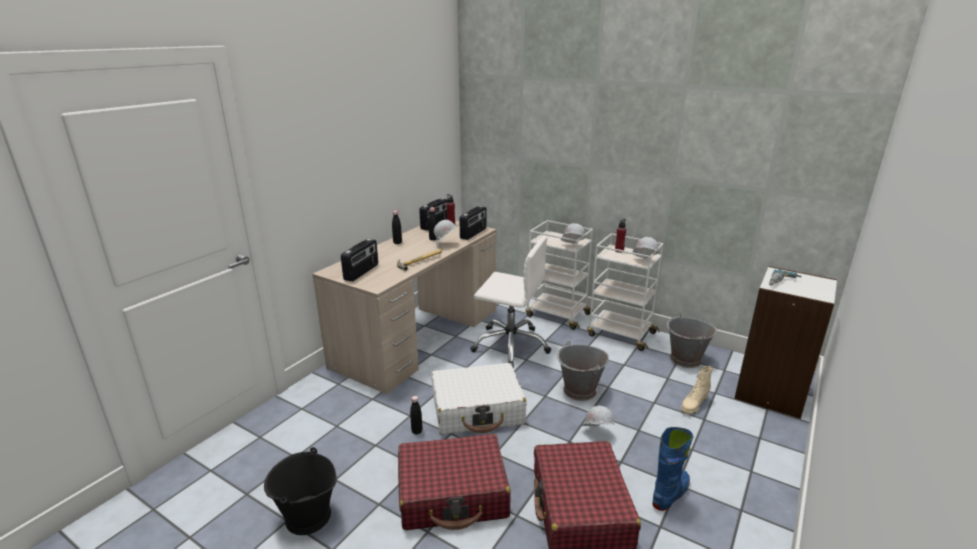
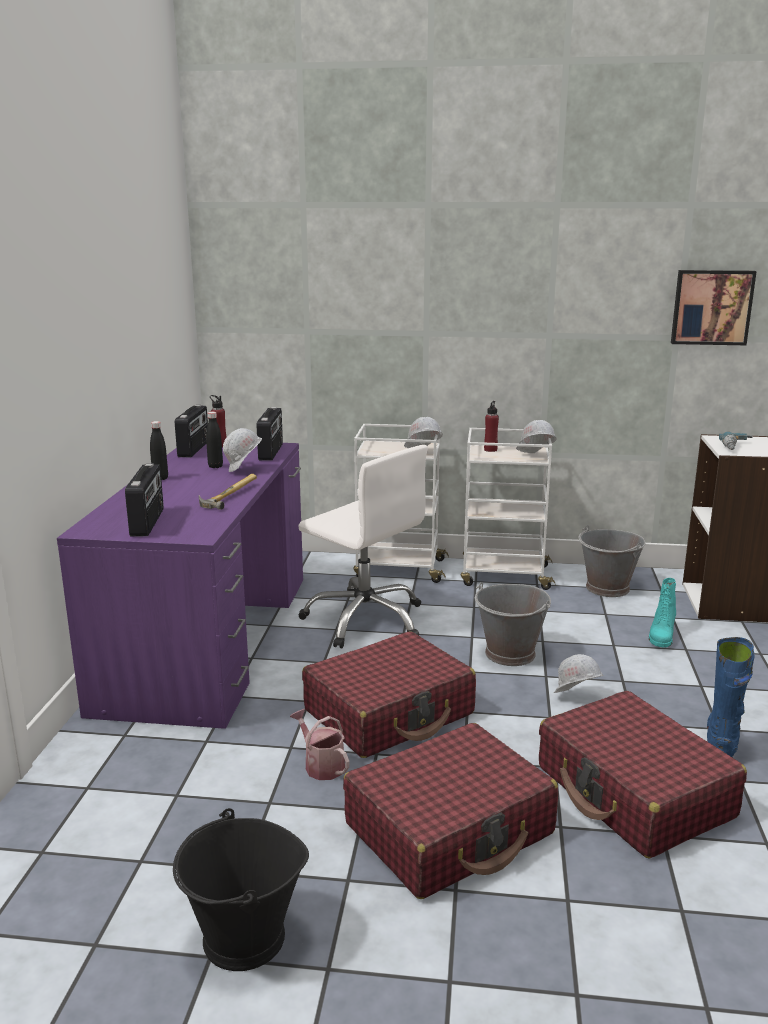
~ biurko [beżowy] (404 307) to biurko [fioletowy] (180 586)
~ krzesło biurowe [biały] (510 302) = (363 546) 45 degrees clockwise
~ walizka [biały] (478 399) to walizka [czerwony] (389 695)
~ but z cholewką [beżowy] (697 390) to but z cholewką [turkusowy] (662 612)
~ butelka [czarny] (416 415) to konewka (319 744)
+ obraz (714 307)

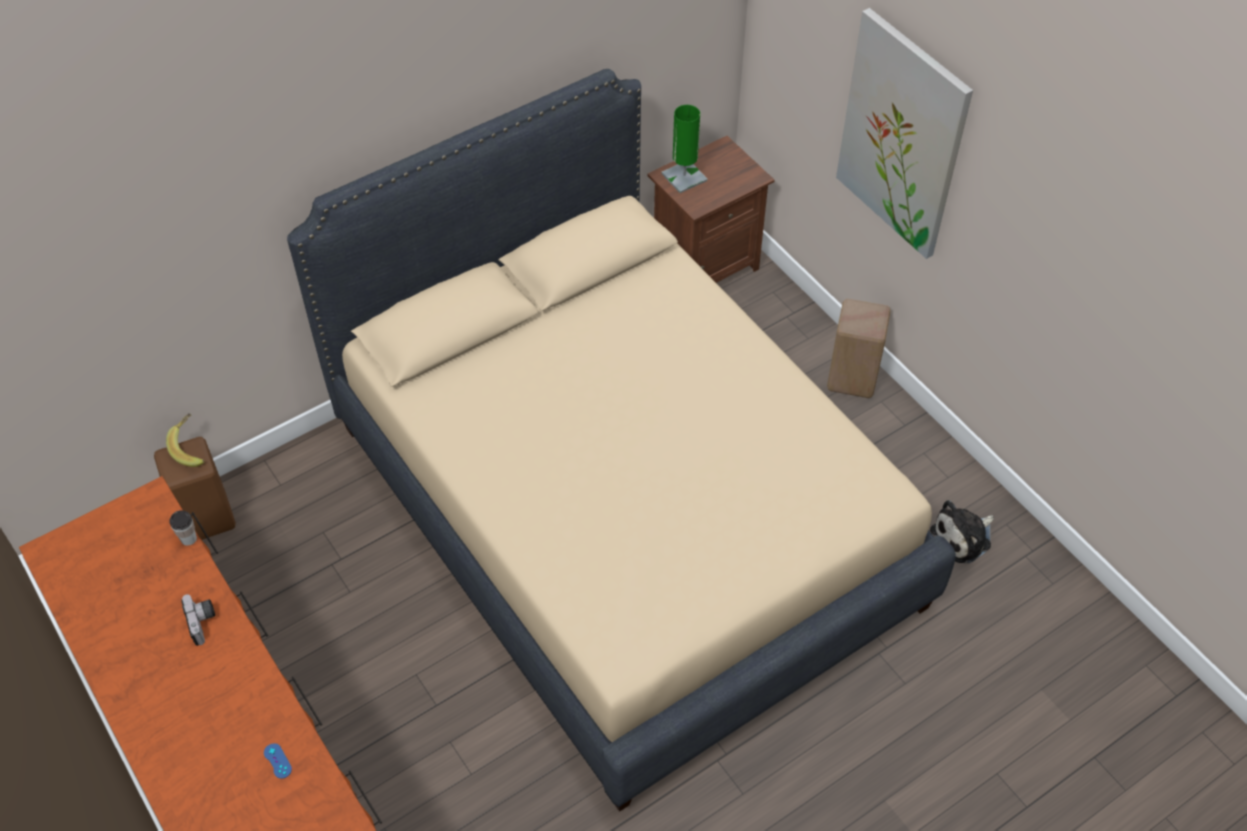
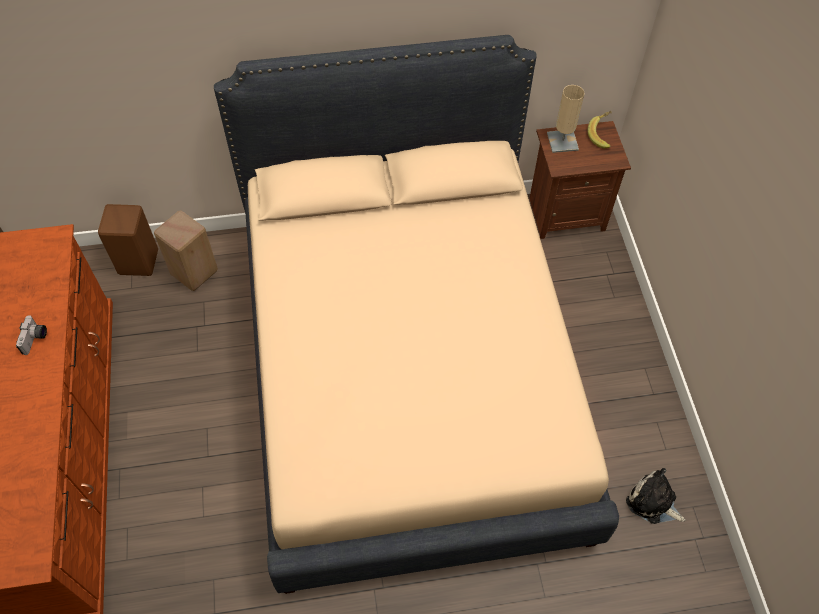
- obraz (904 133)
~ lampa stołowa [zielony] (684 149) to lampa stołowa [beżowy] (565 119)
~ stołek [beżowy] (859 348) to (186 250)
~ banan (185 440) to (599 130)
~ pluszak (962 531) = (655 496) 45 degrees clockwise
- filiżanka (183 528)
- pad do gier [niebieski] (278 761)

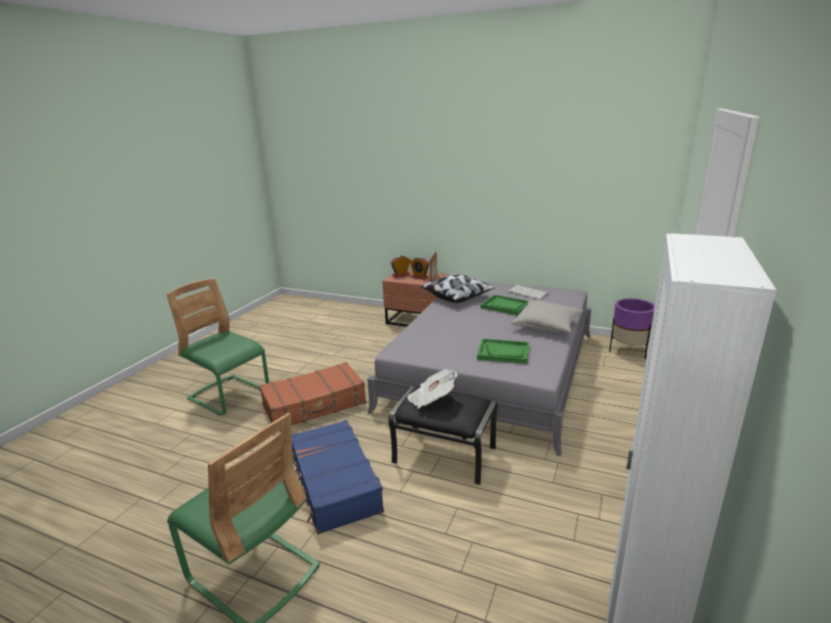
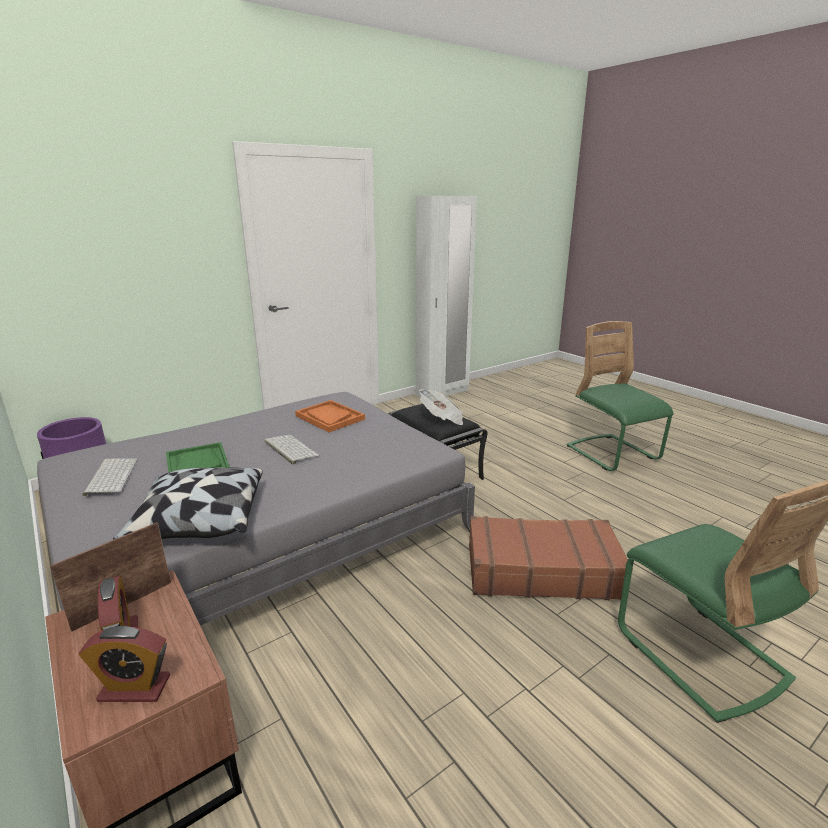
- poduszka [szary] (547 316)
~ taca [zielony] (503 351) to taca [pomarańczowy] (330 416)
- walizka [niebieski] (338 477)
+ klawiatura (291 449)

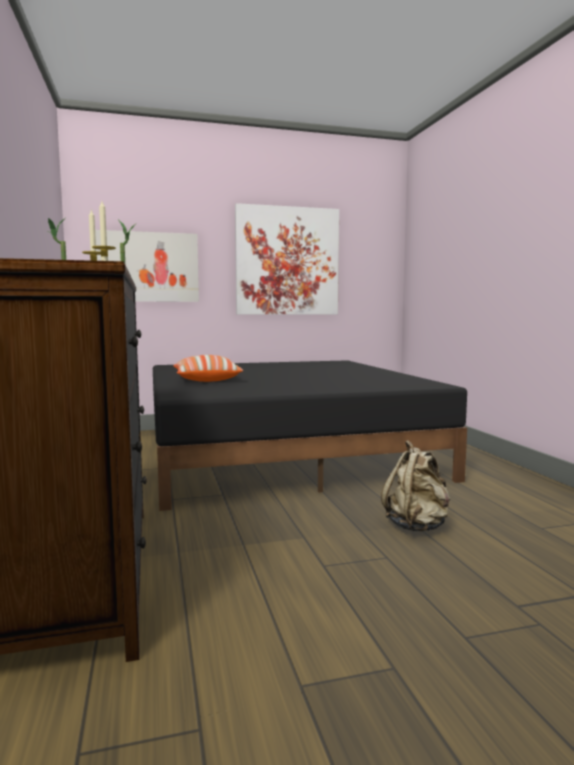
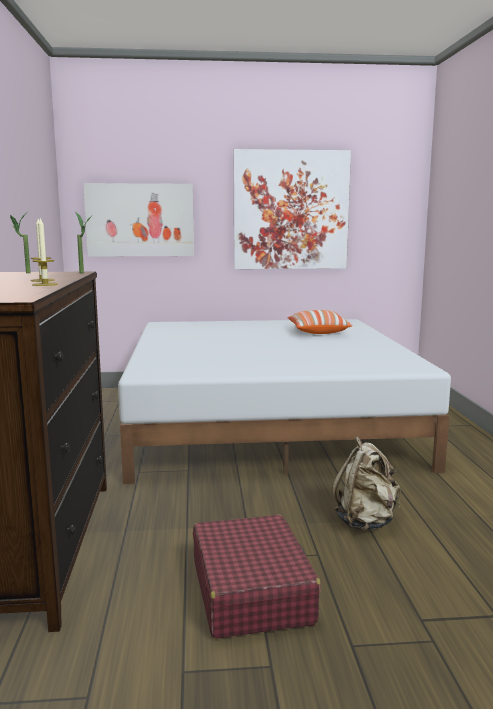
~ poduszka (208 368) to (319 322)
~ łóżko [czarny] (310 435) to łóżko [biały] (284 401)
+ walizka [czerwony] (257 577)

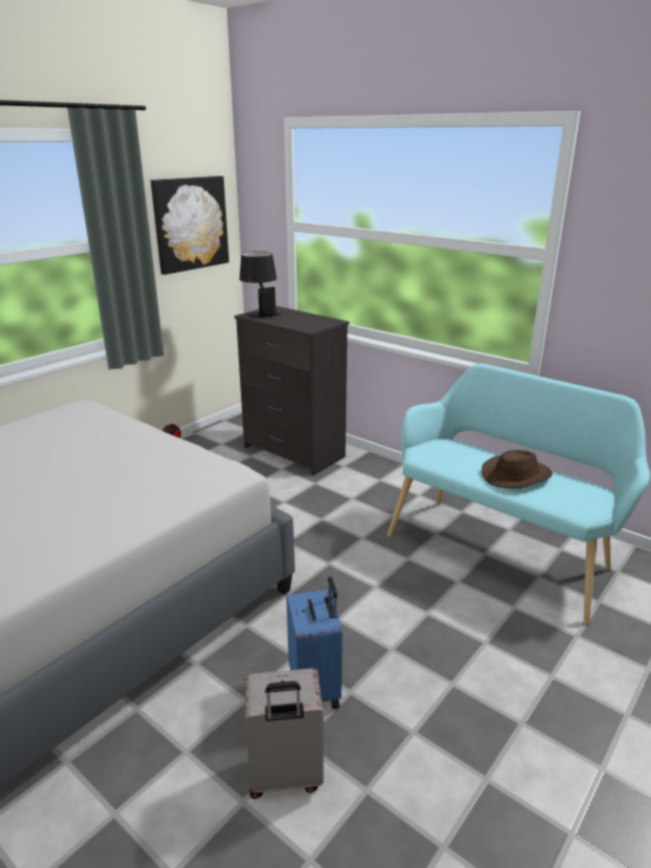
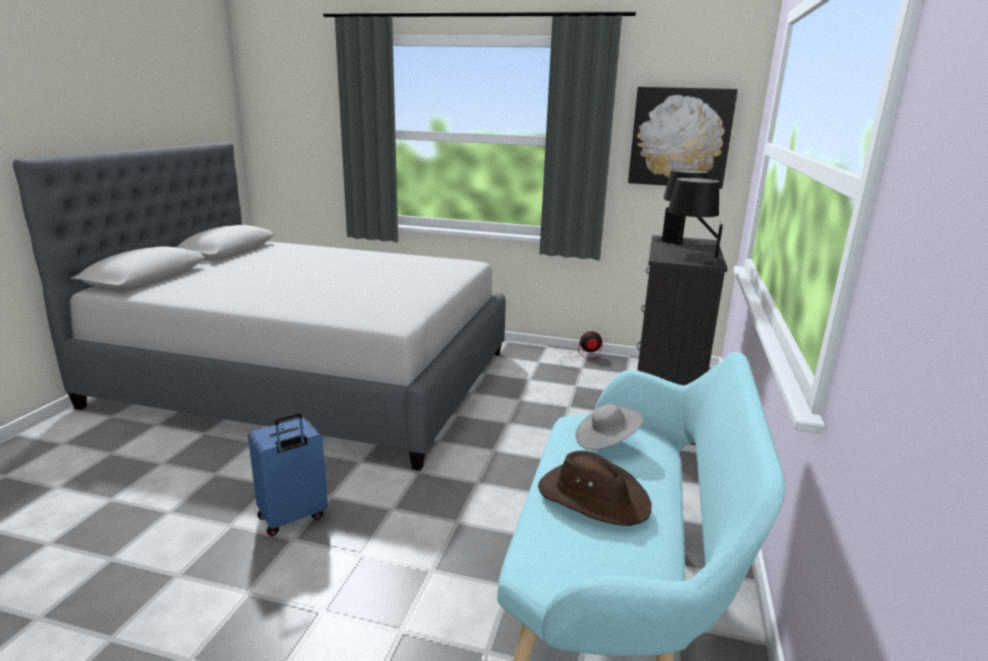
- walizka [szary] (284 733)
+ lampa stołowa [czarny] (695 221)
+ kapelusz [szary] (609 427)

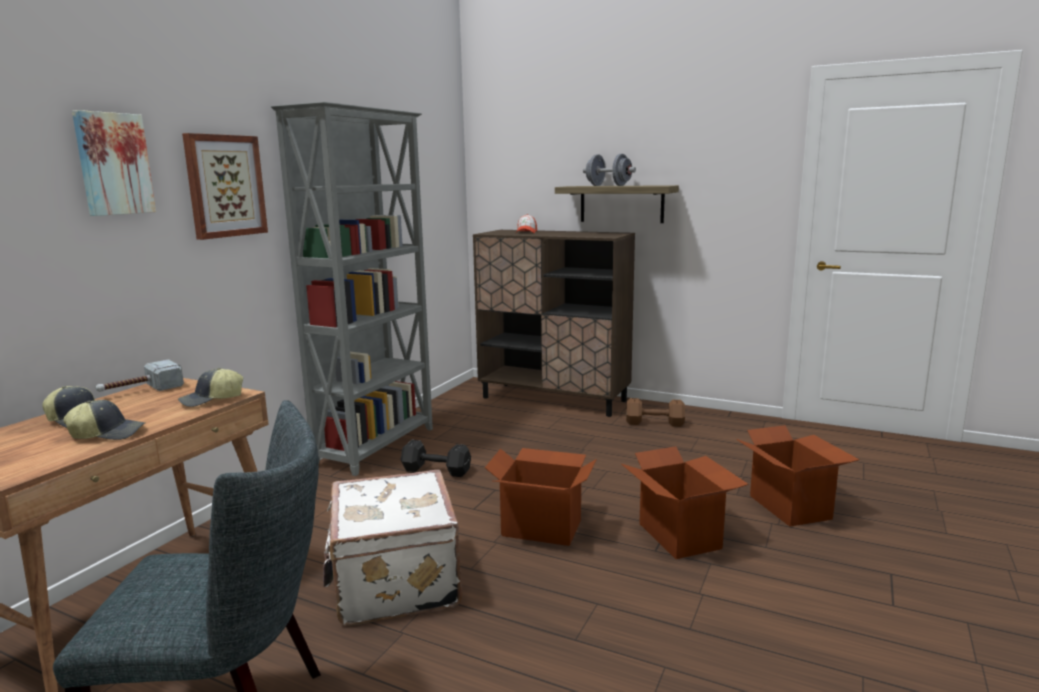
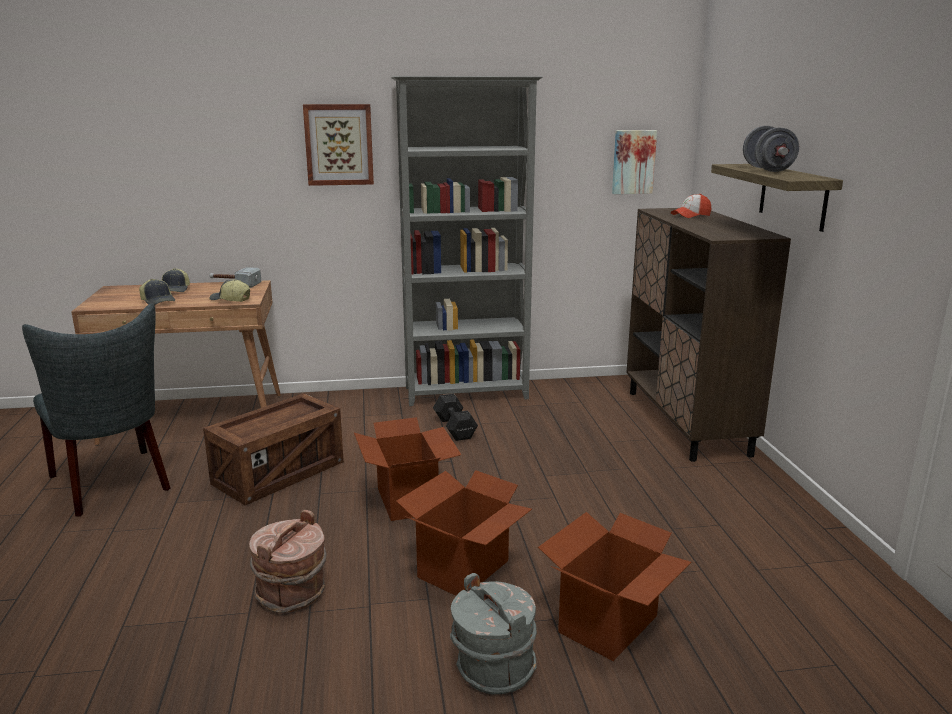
~ obraz (114 163) to (634 162)
- hantel [brązowy] (655 412)
~ walizka [biały] (392 548) to skrzynka (273 449)
+ wiadro [brązowy] (288 561)
+ wiadro [szary] (493 633)

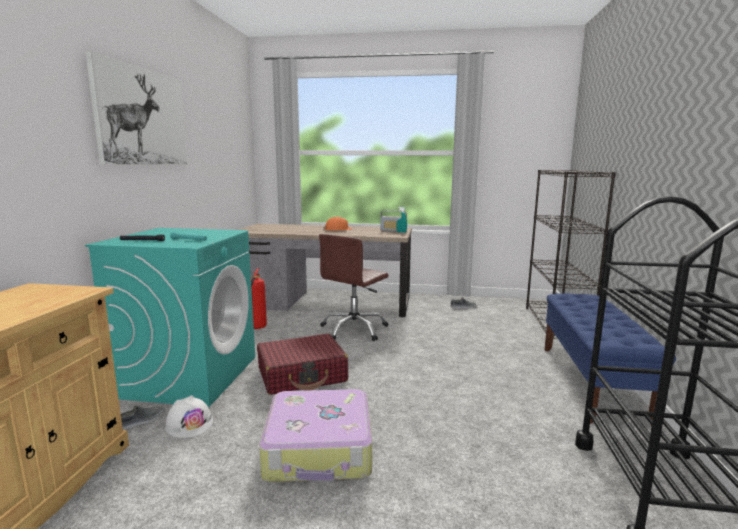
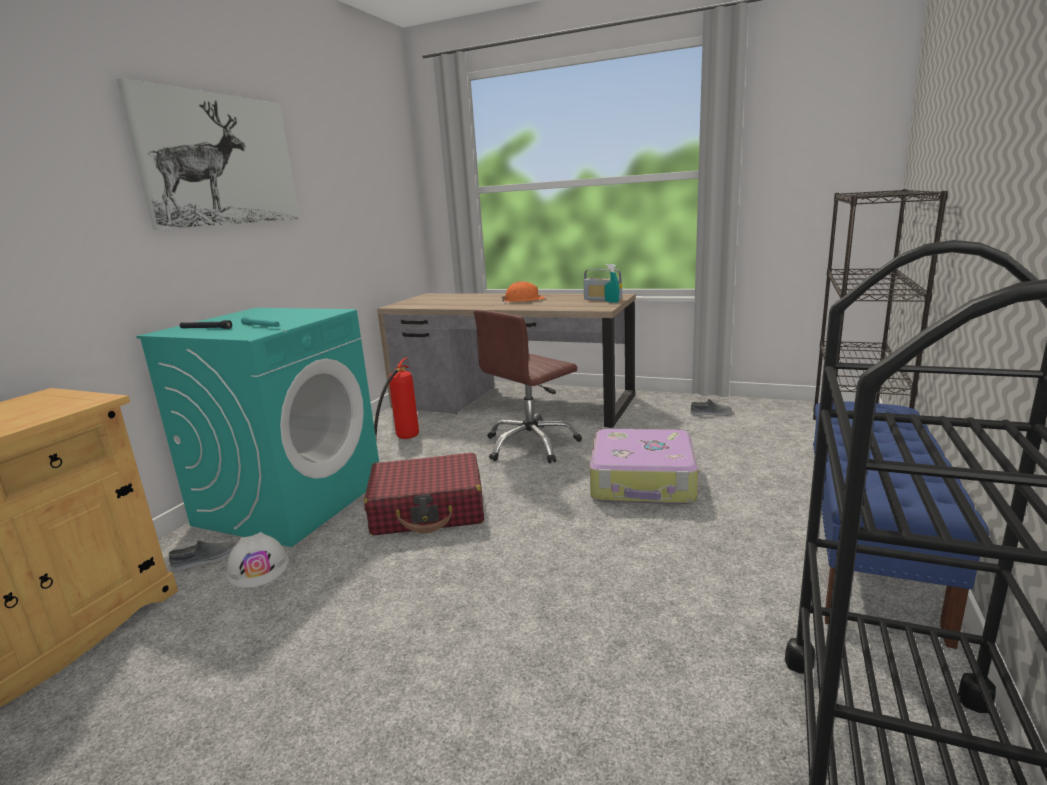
~ walizka (315 435) to (644 466)

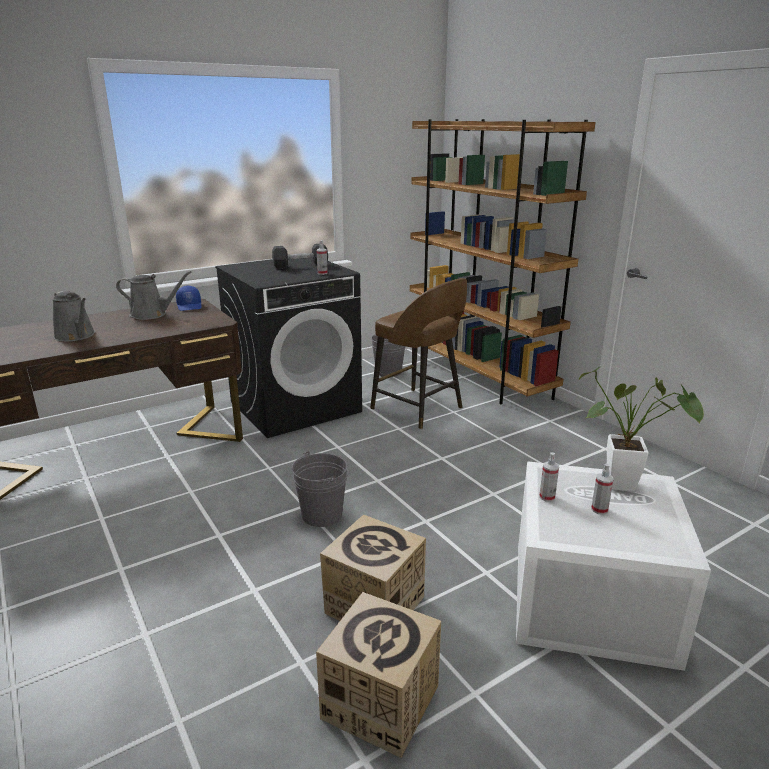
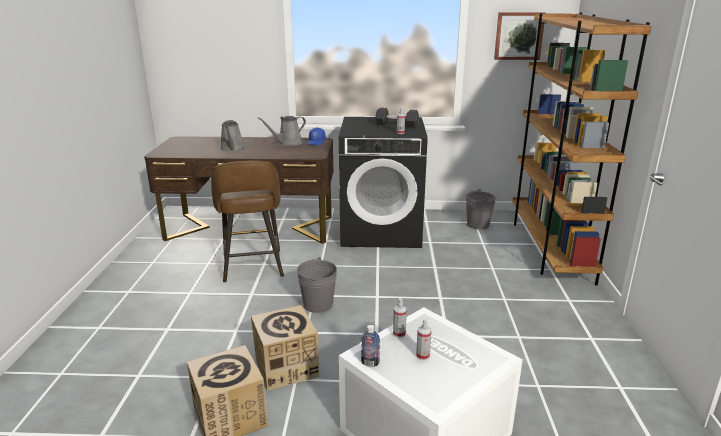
~ konewka [szary] (153 295) = (282 131) 105 degrees clockwise
~ stołek [brązowy] (419 353) to (247 222)
- roślina doniczkowa (641 429)
+ obraz (520 36)
+ butelka (370 346)

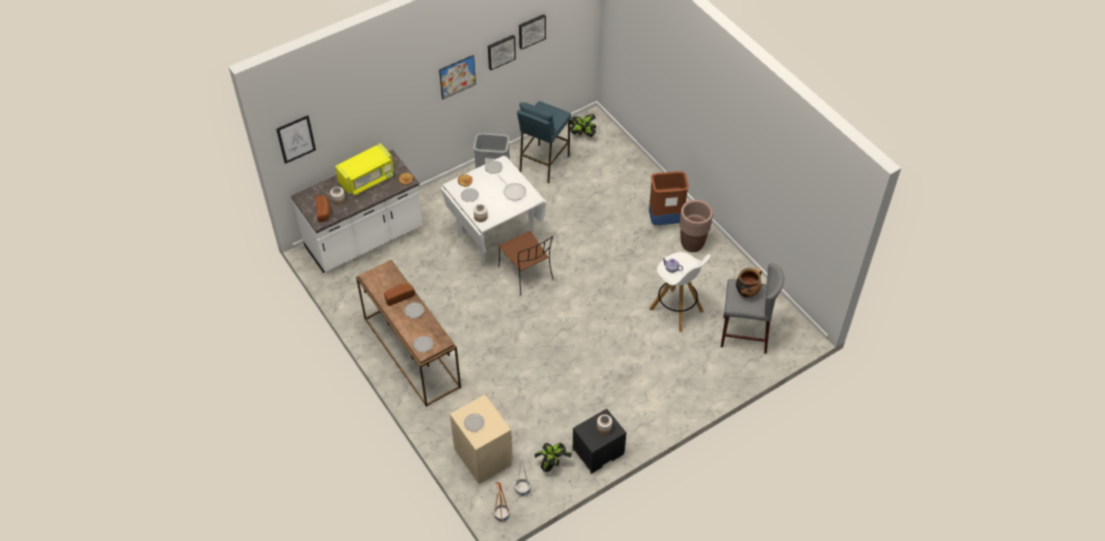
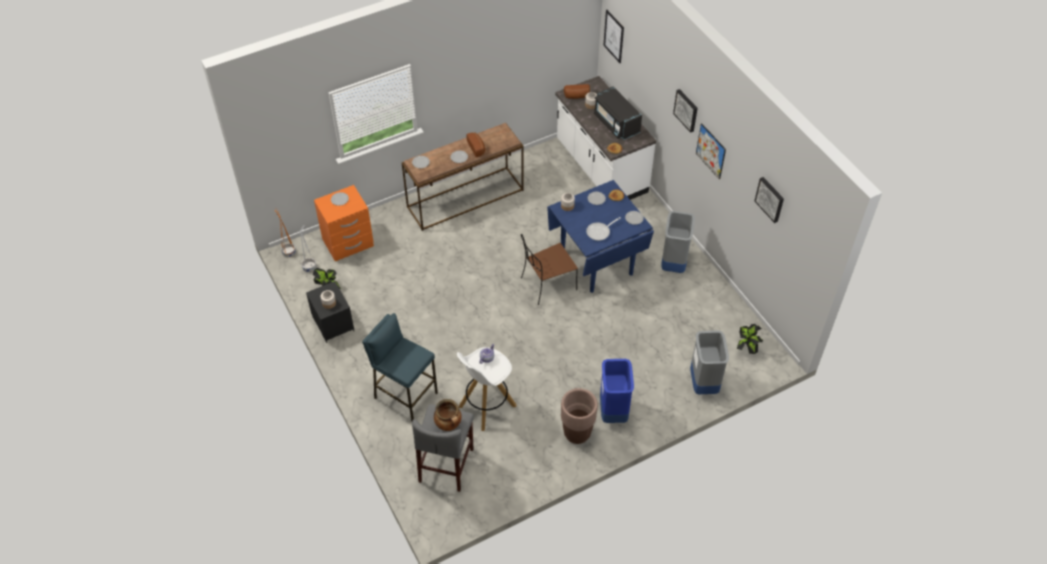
~ obraz (502 52) to (685 111)
~ stołek [niebieski] (544 142) to (400 367)
~ mikrofalówka [żółty] (364 169) to mikrofalówka [czarny] (618 113)
~ stół jadalny [biały] (493 211) to stół jadalny [niebieski] (600 236)
~ kosz na śmieci [brązowy] (669 198) to kosz na śmieci [niebieski] (617 391)
~ szafka nocna [beżowy] (481 439) to szafka nocna [pomarańczowy] (344 223)
+ kosz na śmieci [szary] (709 362)

